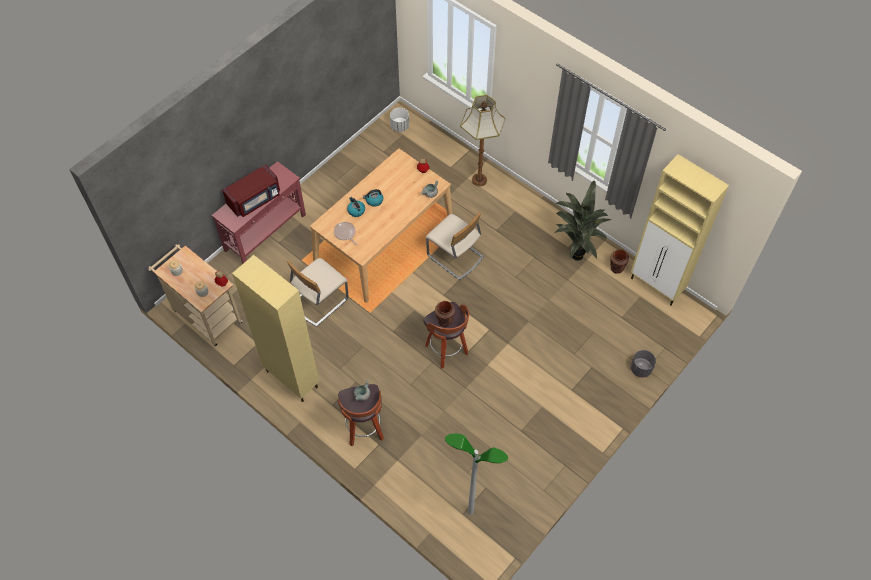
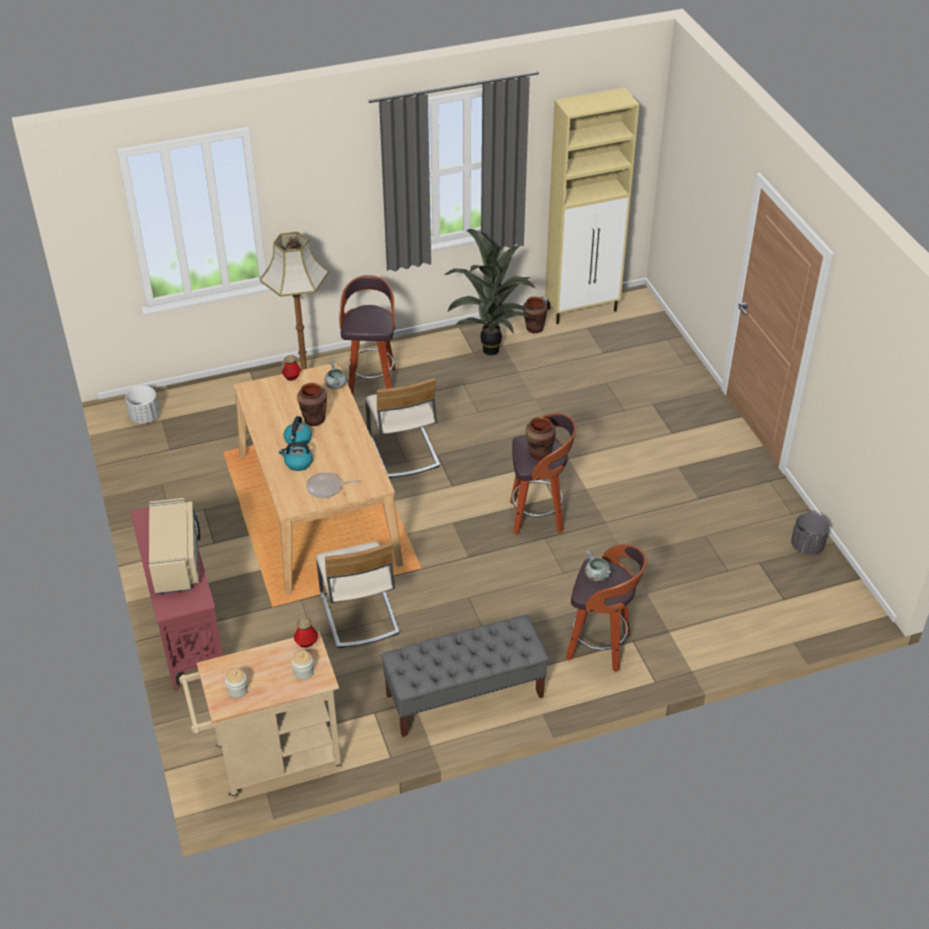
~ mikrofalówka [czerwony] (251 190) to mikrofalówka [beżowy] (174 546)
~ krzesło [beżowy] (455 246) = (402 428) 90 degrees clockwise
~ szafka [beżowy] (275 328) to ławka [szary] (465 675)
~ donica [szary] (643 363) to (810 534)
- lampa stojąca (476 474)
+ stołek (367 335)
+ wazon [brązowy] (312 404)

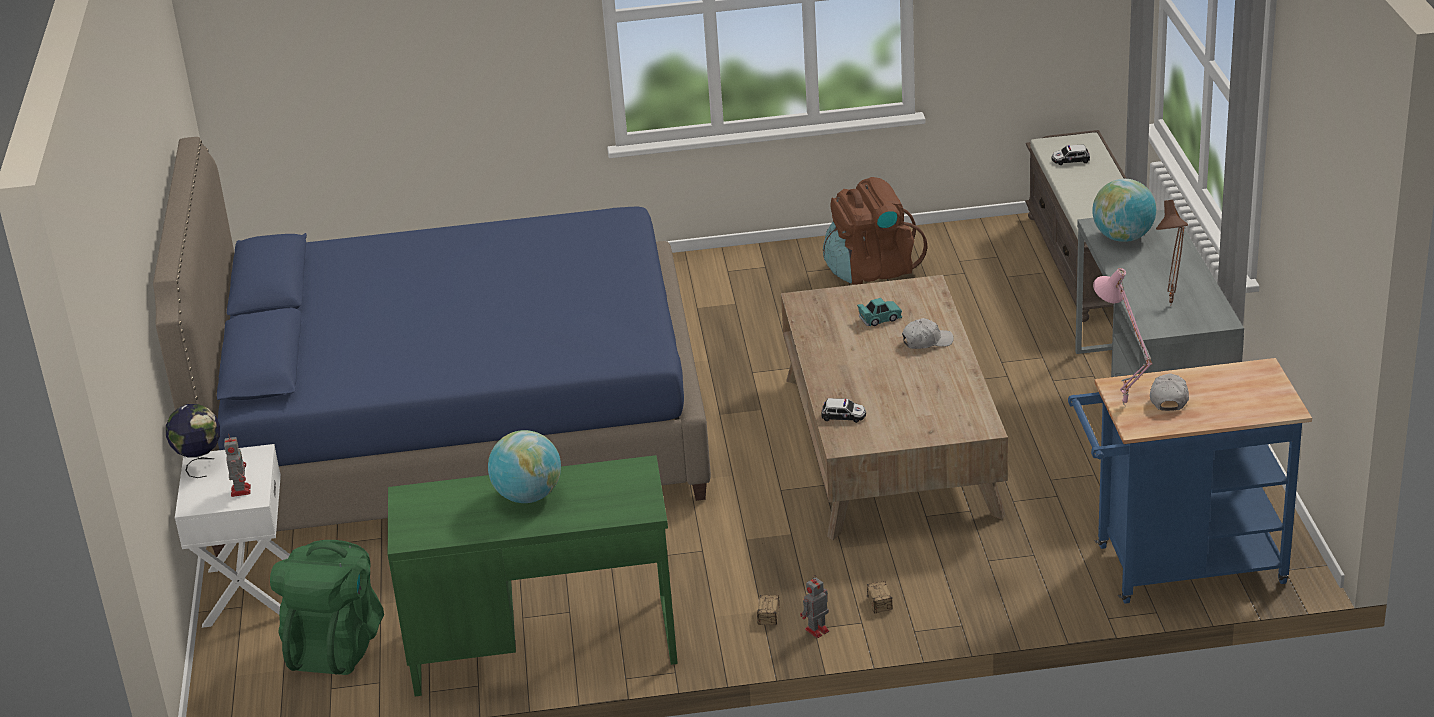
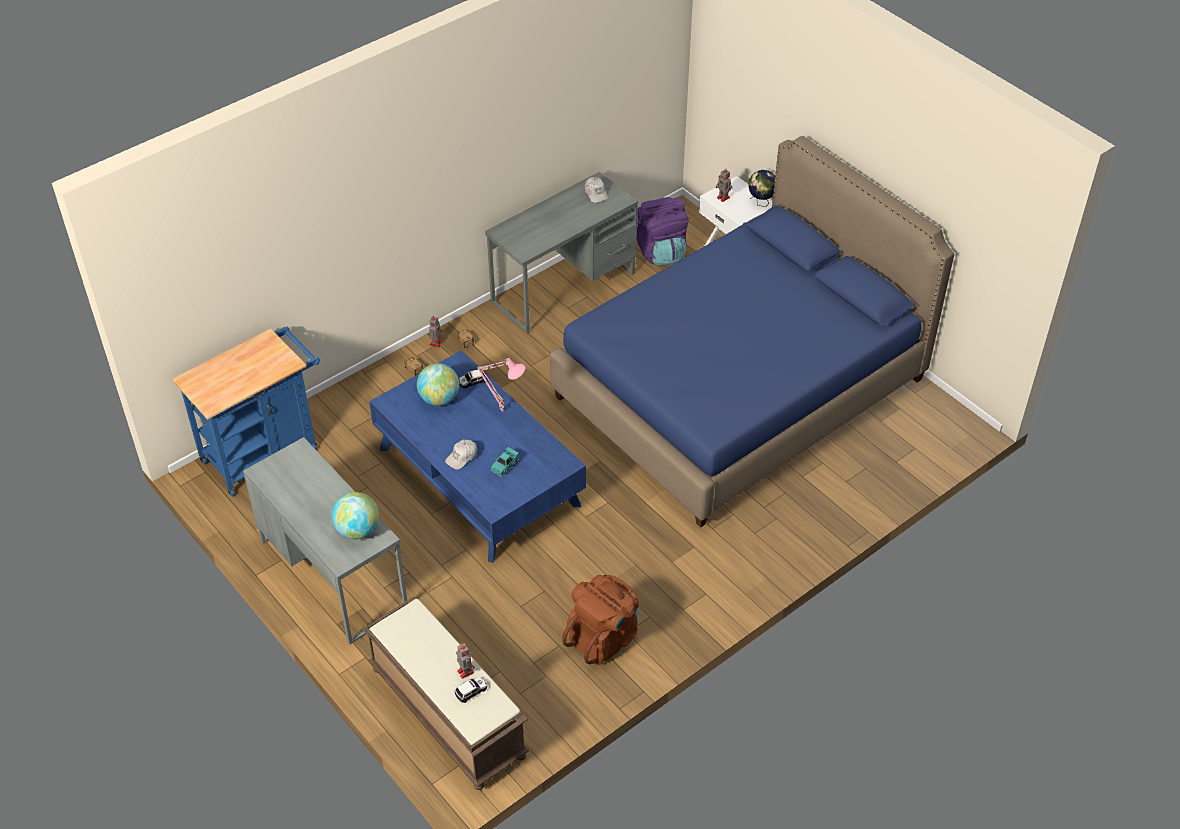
- lampa stołowa [brązowy] (1172 253)
~ lampa stołowa [różowy] (1122 337) to (501 385)
~ ława [brązowy] (894 407) to ława [niebieski] (477 457)
~ czapka z daszkiem [biały] (1169 392) to (596 190)
~ globus (524 466) to (438 384)
~ biurko [zielony] (533 576) to biurko [szary] (561 253)
~ plecak [zielony] (327 607) to plecak [fioletowy] (663 231)
+ robot zabawkowy (465 661)

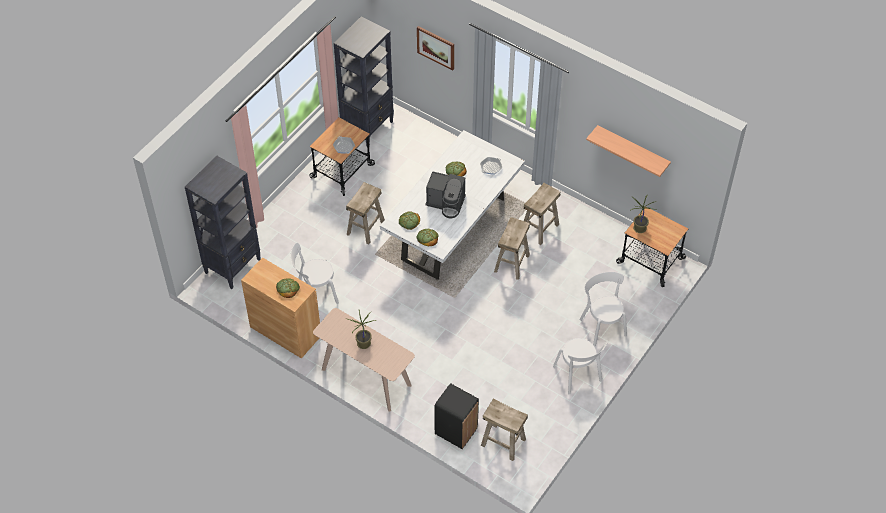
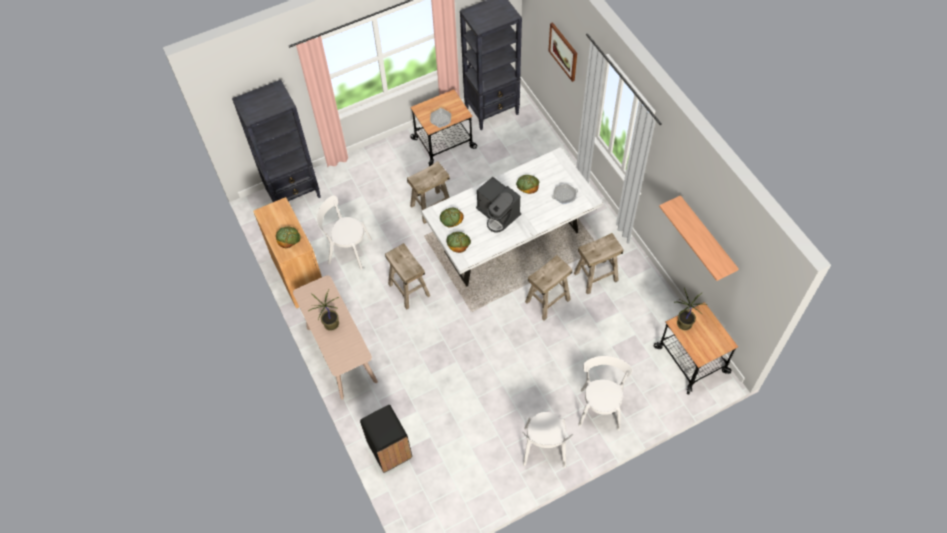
~ stołek [beżowy] (504 429) to (407 276)

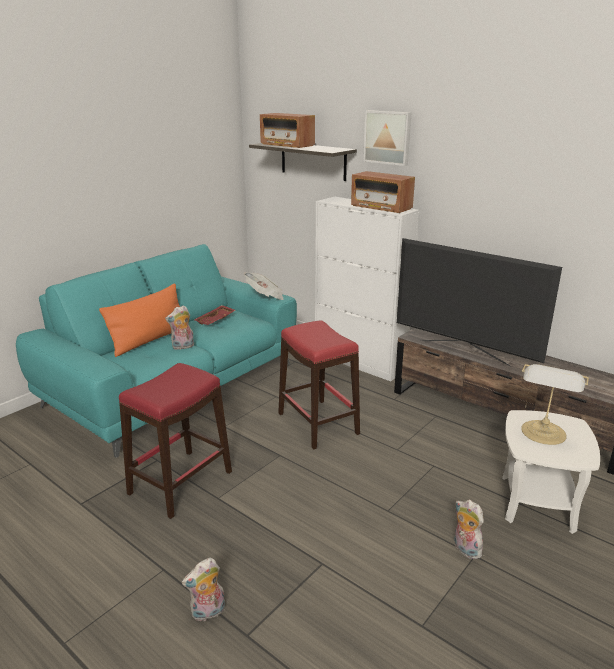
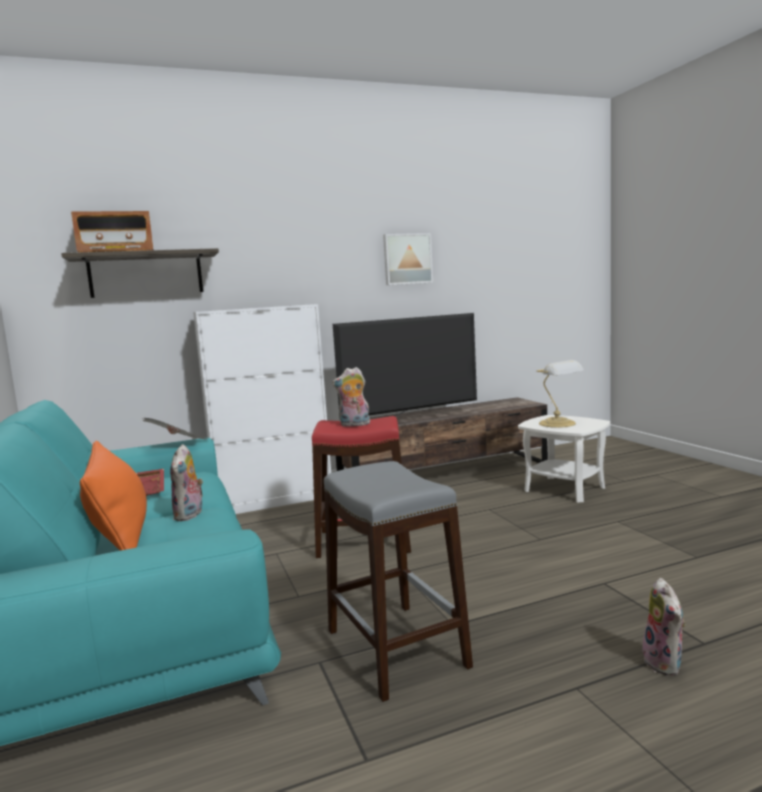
~ obraz (387 138) to (408 259)
- radio (383 192)
~ stołek [czerwony] (175 441) to stołek [szary] (398 581)
~ pluszak (469 529) to (351 397)

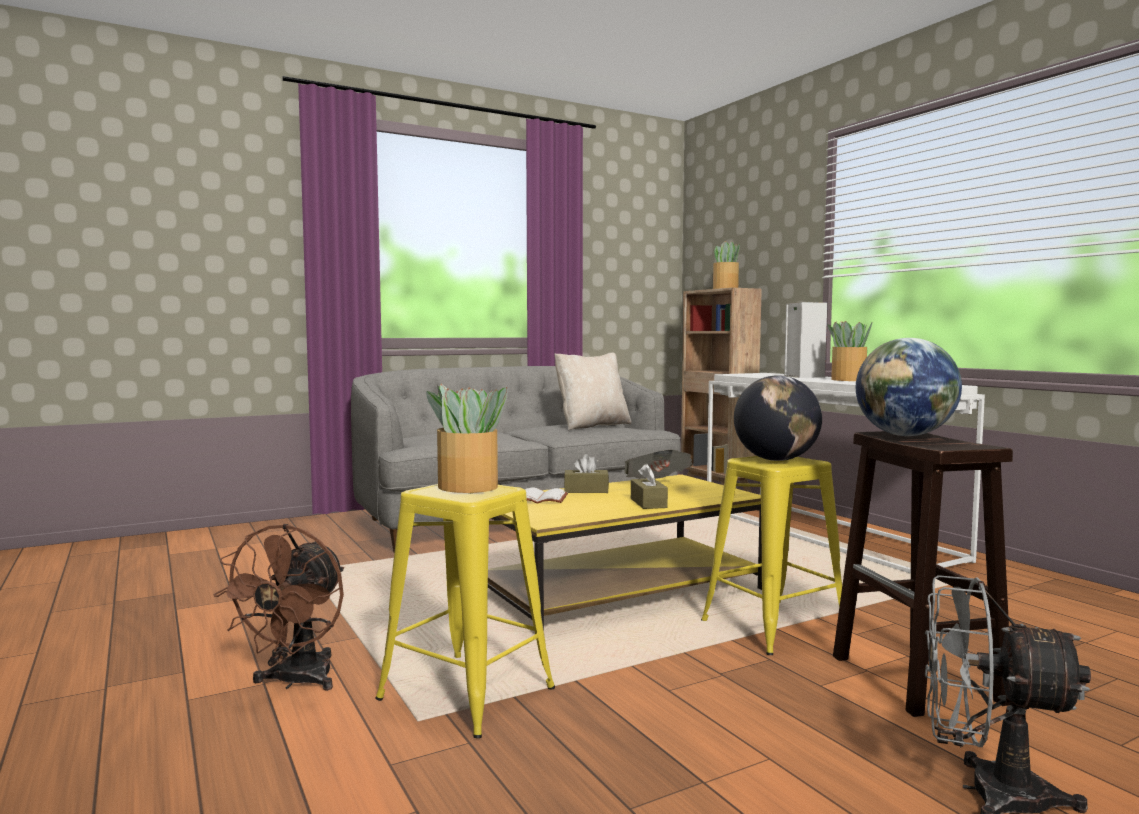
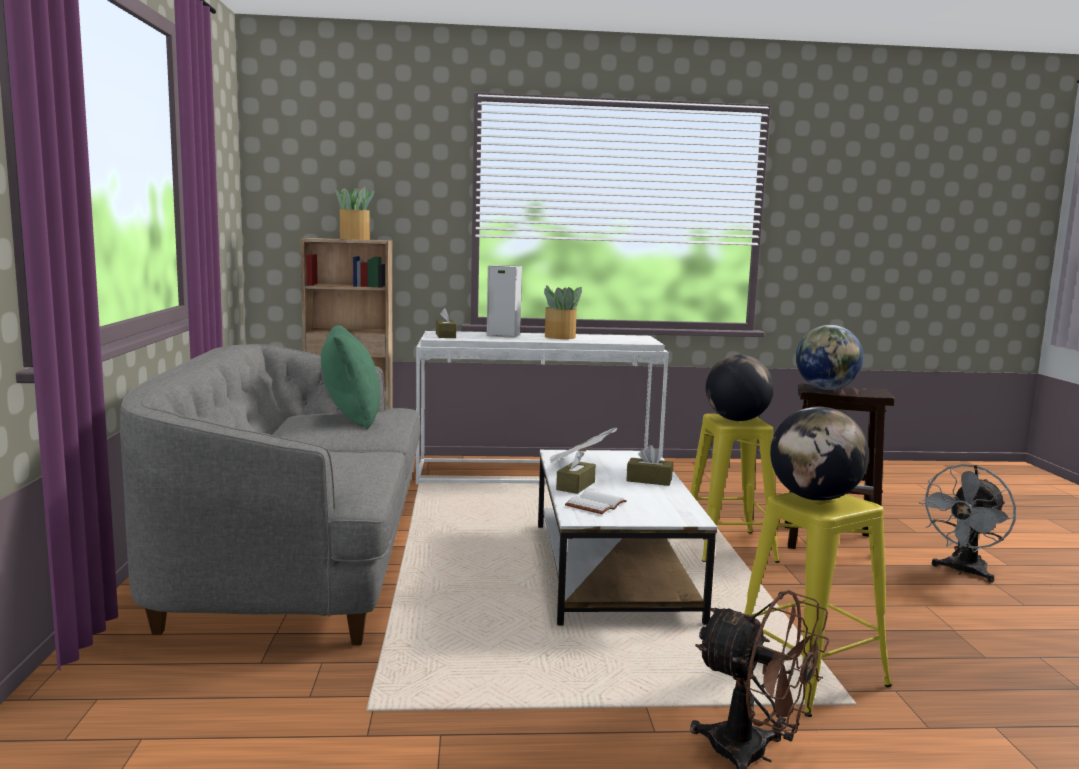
~ poduszka [beżowy] (593 392) to poduszka [zielony] (350 377)
~ roślina doniczkowa (466 438) to globus (819 454)
~ ława [żółty] (625 552) to ława [biały] (627 537)
+ pudełko chusteczek [brązowy] (446 323)

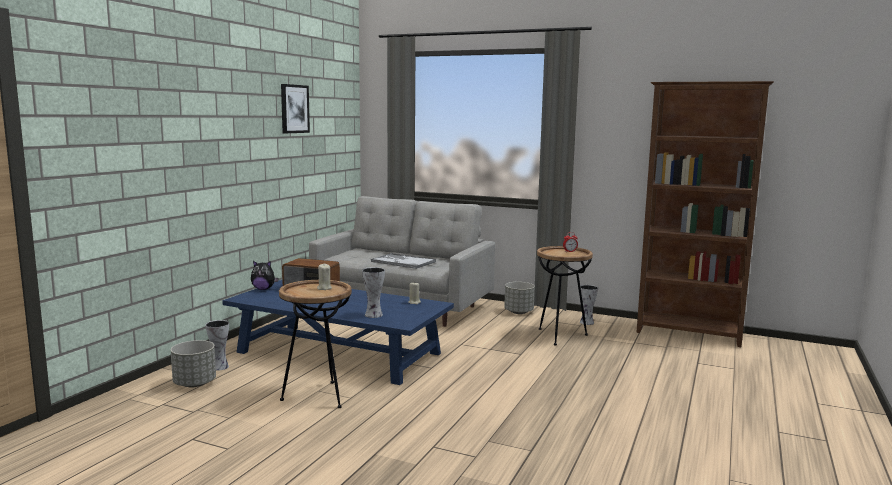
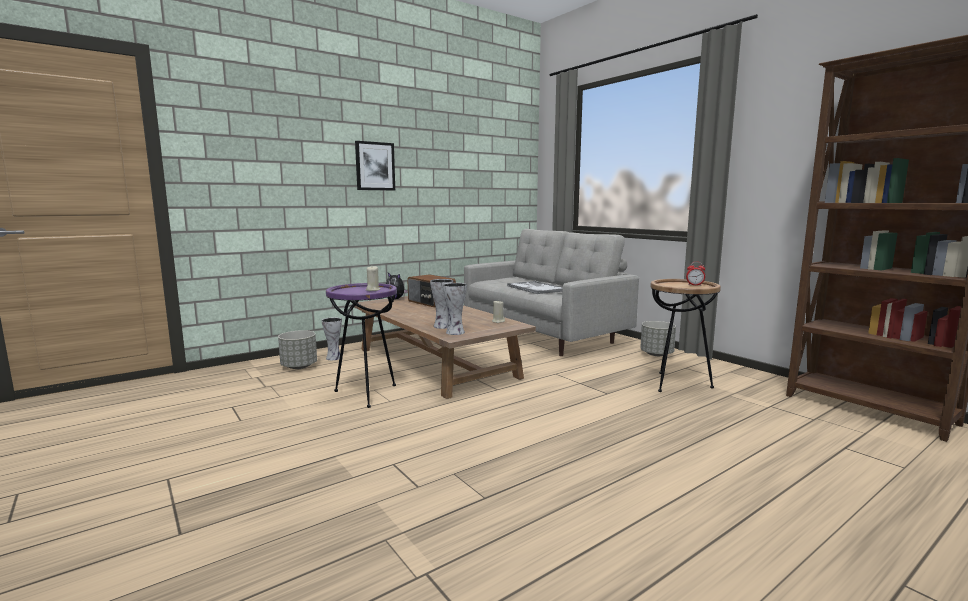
~ obraz (295 108) to (375 166)
~ ława [niebieski] (338 332) to ława [brązowy] (444 347)
~ stolik [brązowy] (315 344) to stolik [fioletowy] (361 345)
~ wazon (589 305) to (455 309)

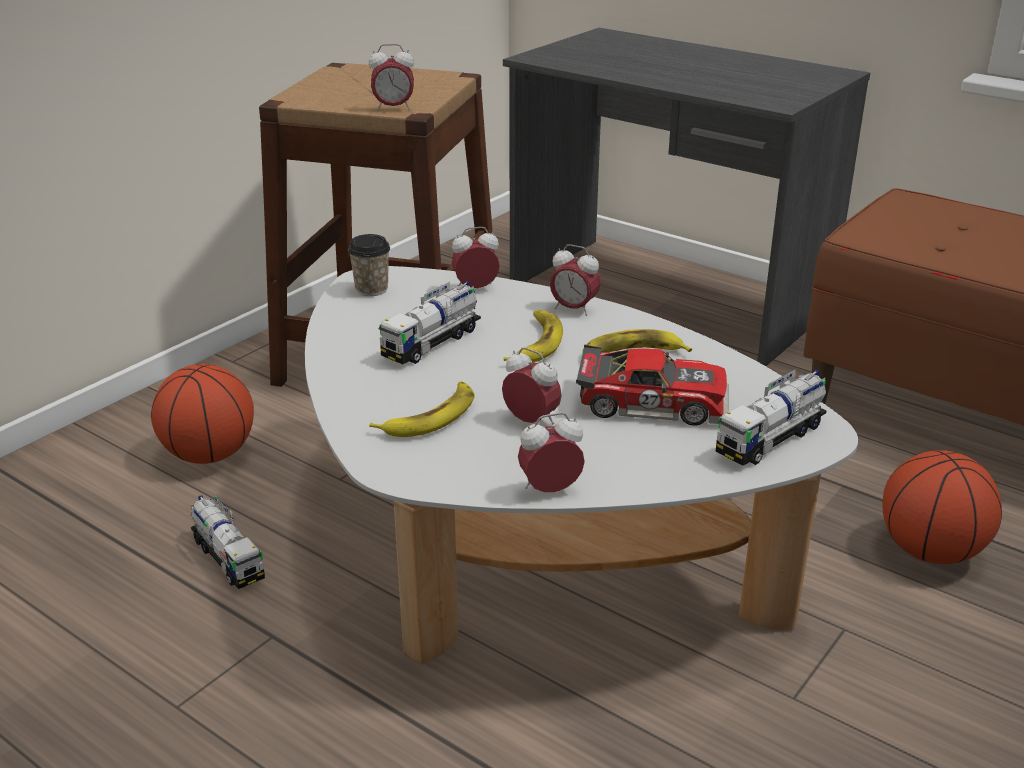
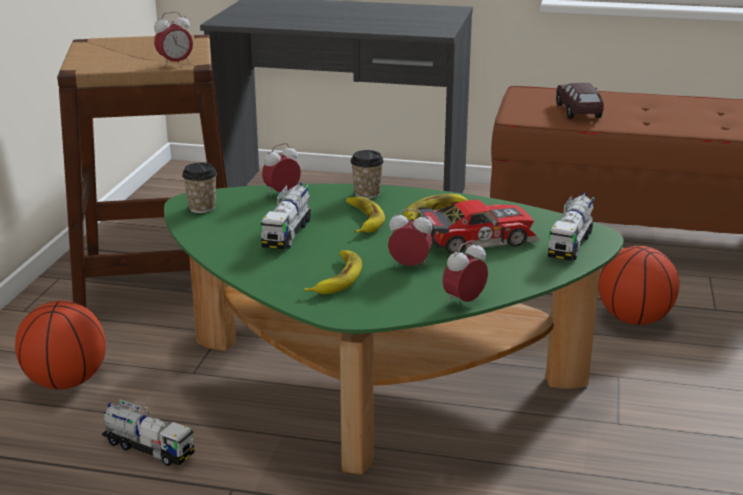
~ budzik (575 280) to filiżanka (367 174)
~ ława [biały] (581 465) to ława [zielony] (394 329)
+ samochodzik [brązowy] (580 101)

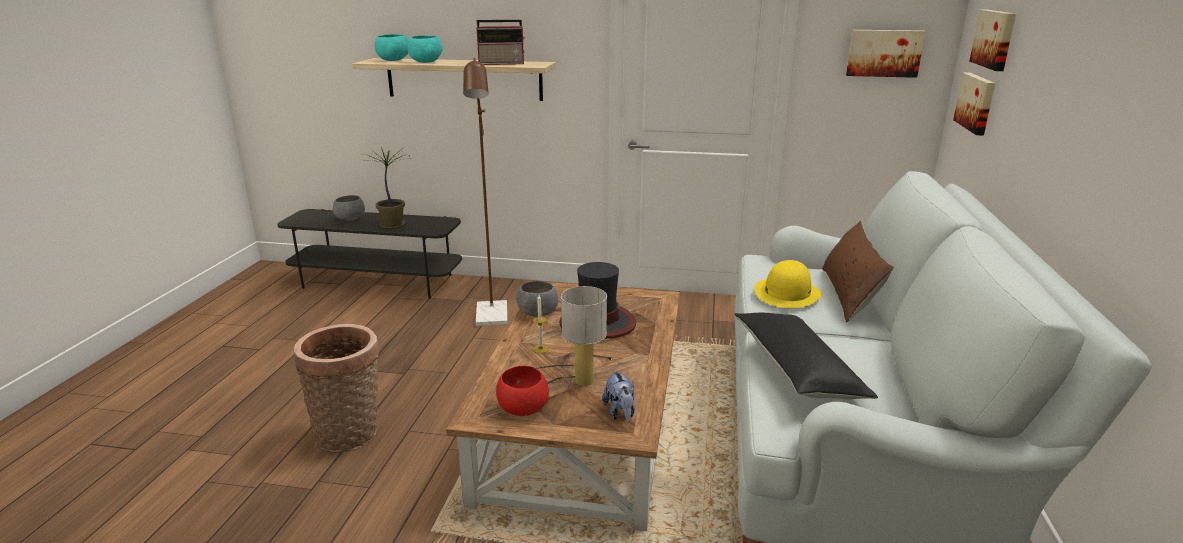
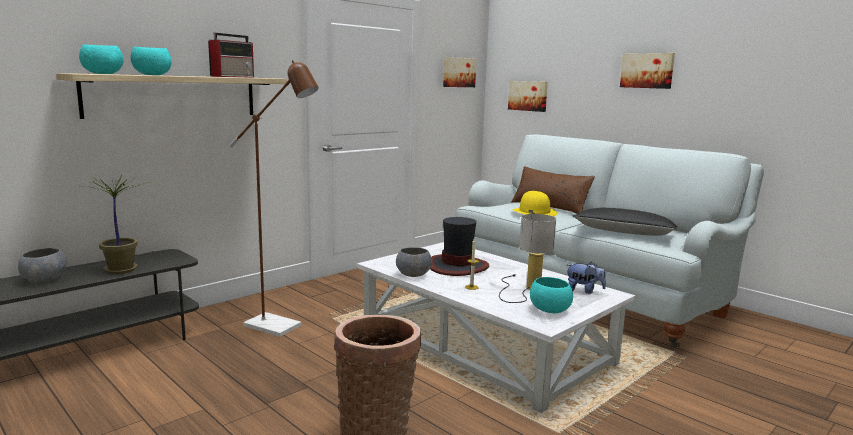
~ obraz (992 40) to (647 71)
~ ława [brązowy] (563 406) to ława [biały] (496 327)
~ miska [czerwony] (522 391) to miska [turkusowy] (551 295)

